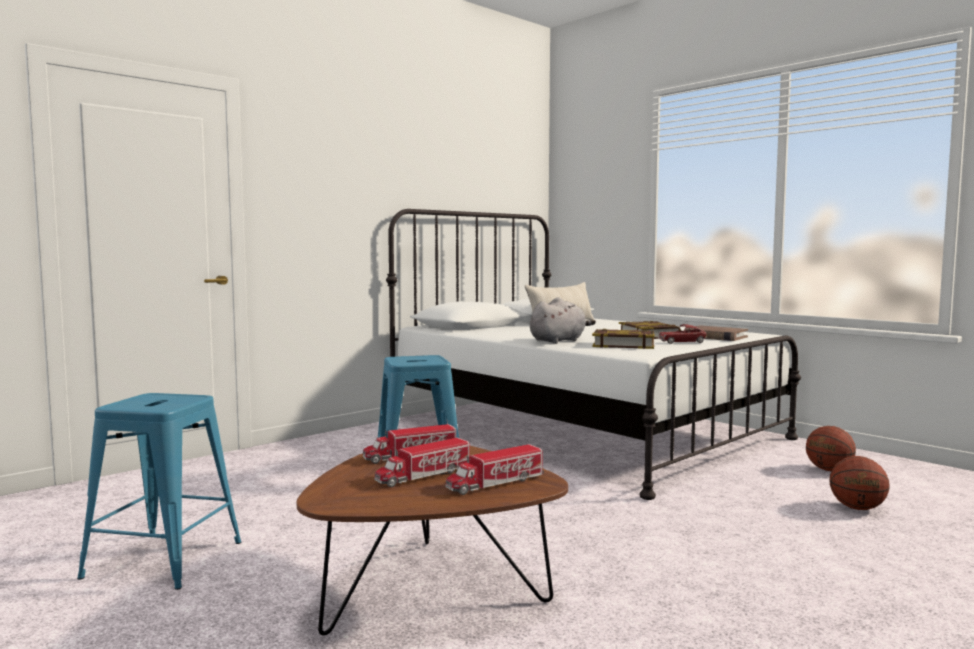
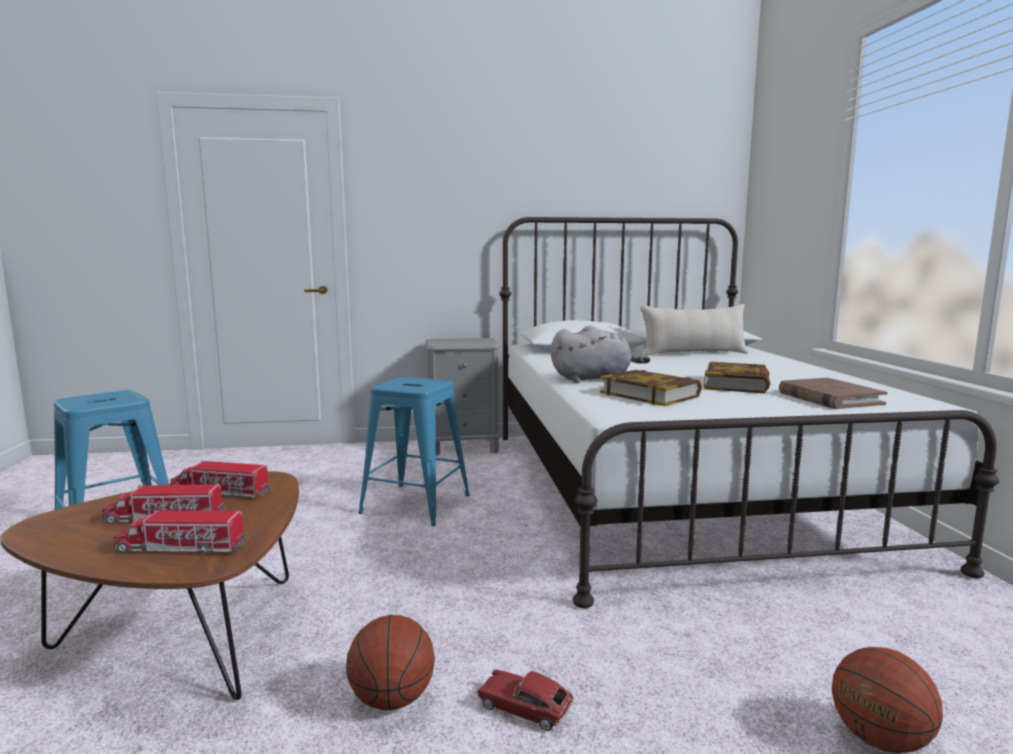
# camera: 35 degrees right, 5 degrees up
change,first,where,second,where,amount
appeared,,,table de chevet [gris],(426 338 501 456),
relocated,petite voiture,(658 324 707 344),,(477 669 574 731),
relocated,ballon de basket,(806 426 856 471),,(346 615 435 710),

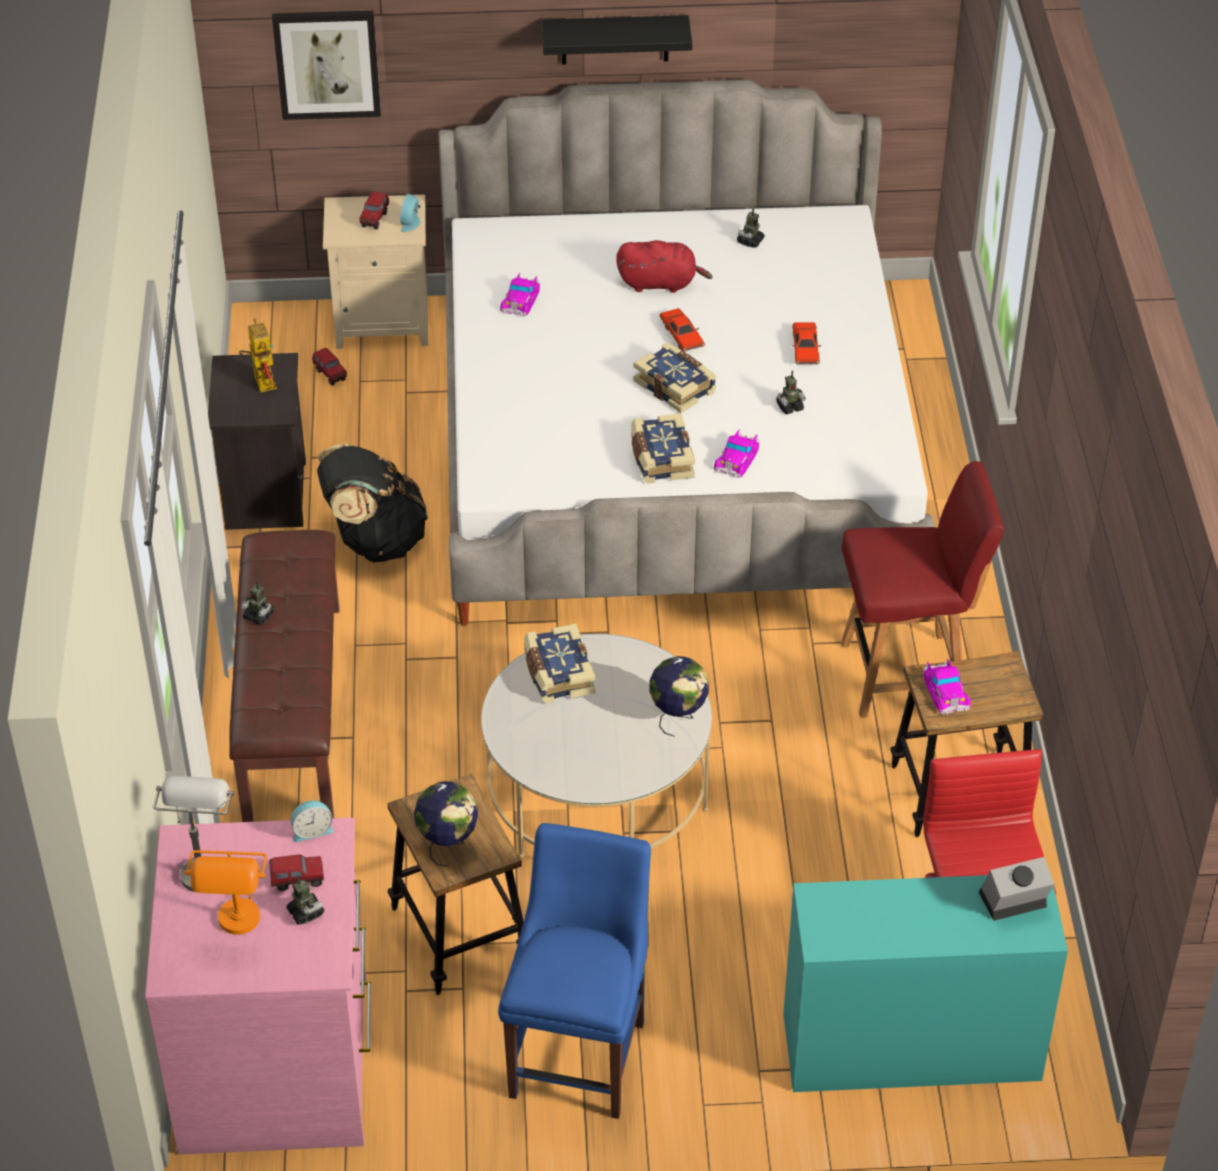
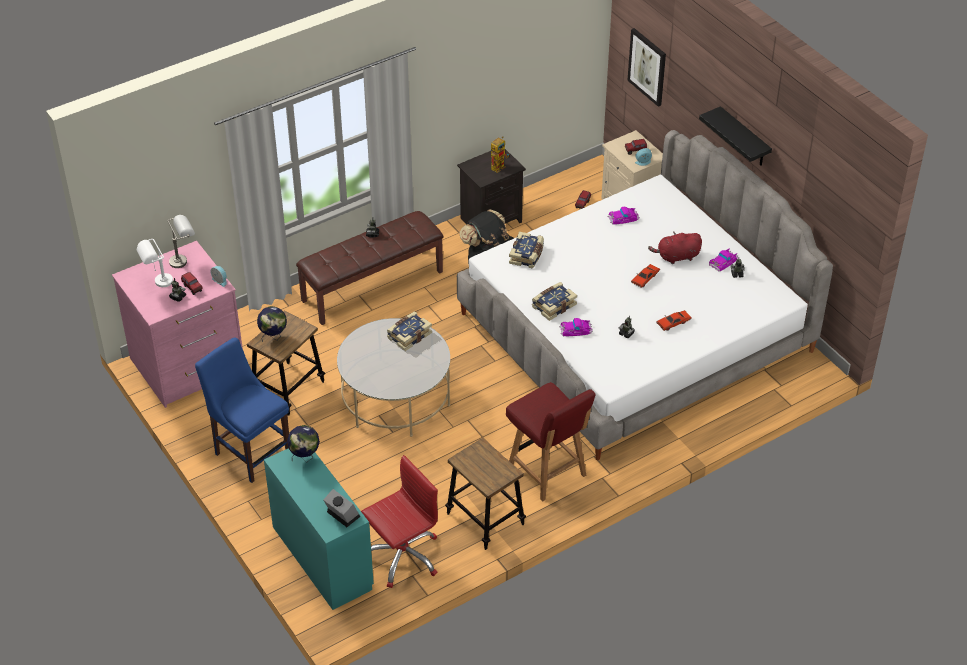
# camera: 60 degrees right, 0 degrees up
change,first,where,second,where,amount
relocated,livre,(633 342 717 413),,(509 232 544 269),
relocated,globe,(649 656 709 736),,(287 425 320 463),
relocated,petite voiture,(923 658 971 715),,(709 248 738 272),
colour,lampe de table [orange],(185 850 267 935),lampe de table [blanc],(137 239 173 287),
spun,chaise [bleu],(498 823 651 1119),,(195 337 289 483),120 degrees counterclockwise
spun,peluche [rouge],(616 240 713 293),,(648 232 702 264),105 degrees clockwise

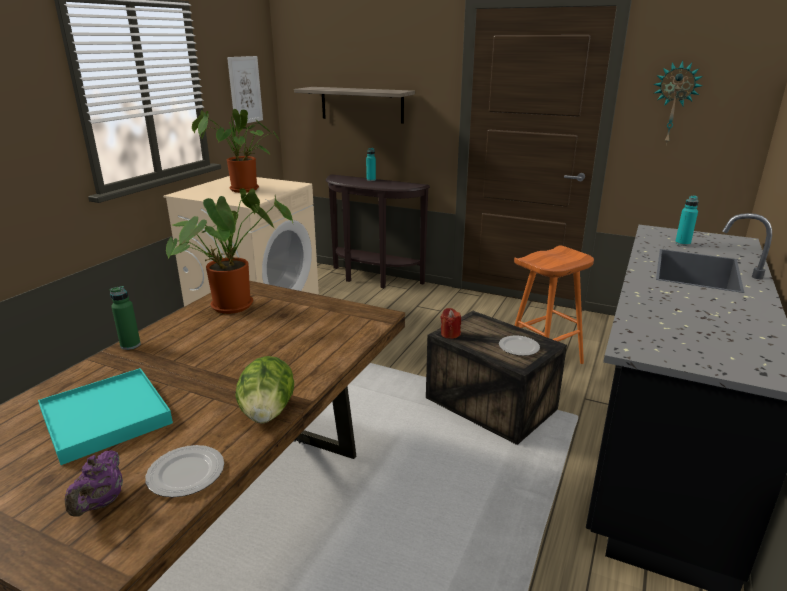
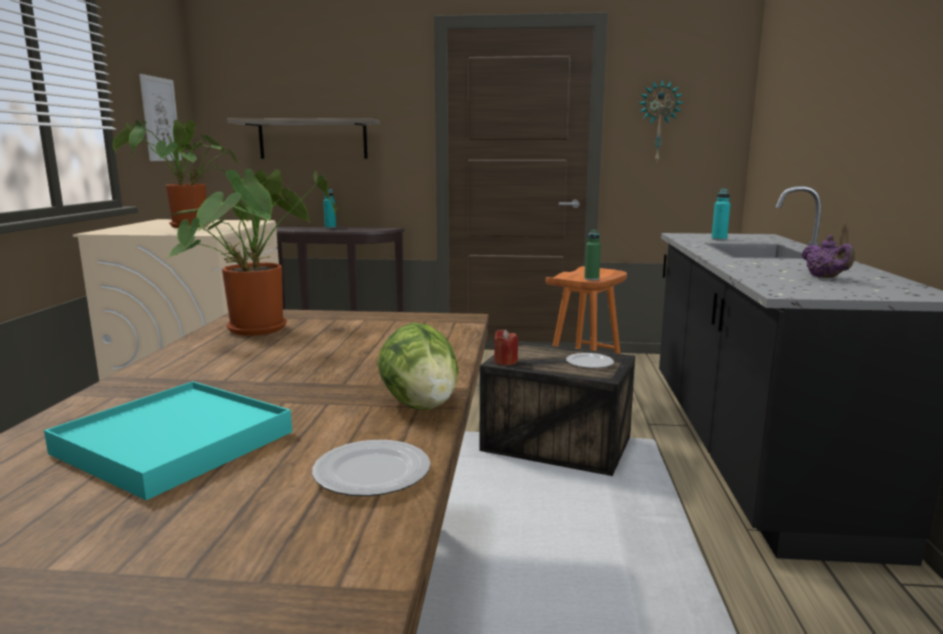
# camera: 20 degrees left, 10 degrees down
change,first,where,second,where,amount
relocated,théière [violet],(65 451 123 517),,(802 235 855 278),
relocated,bouteille [vert],(110 286 141 350),,(584 230 601 280),

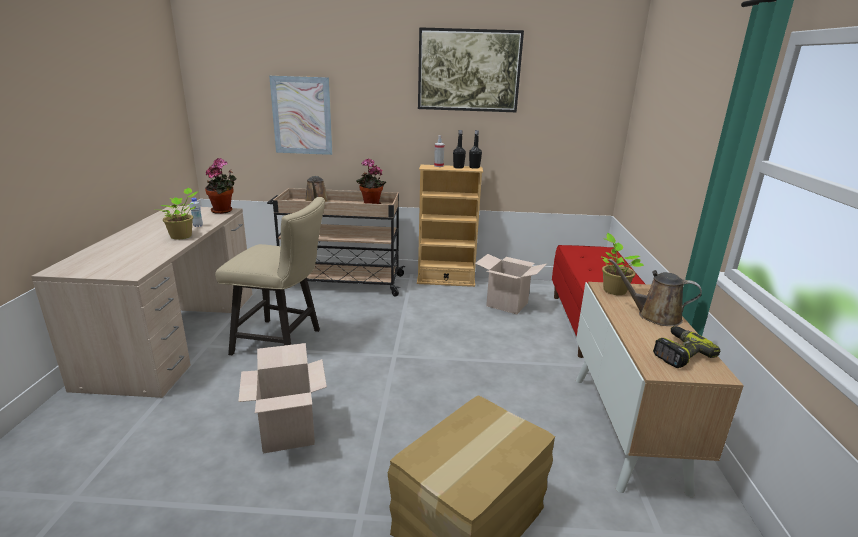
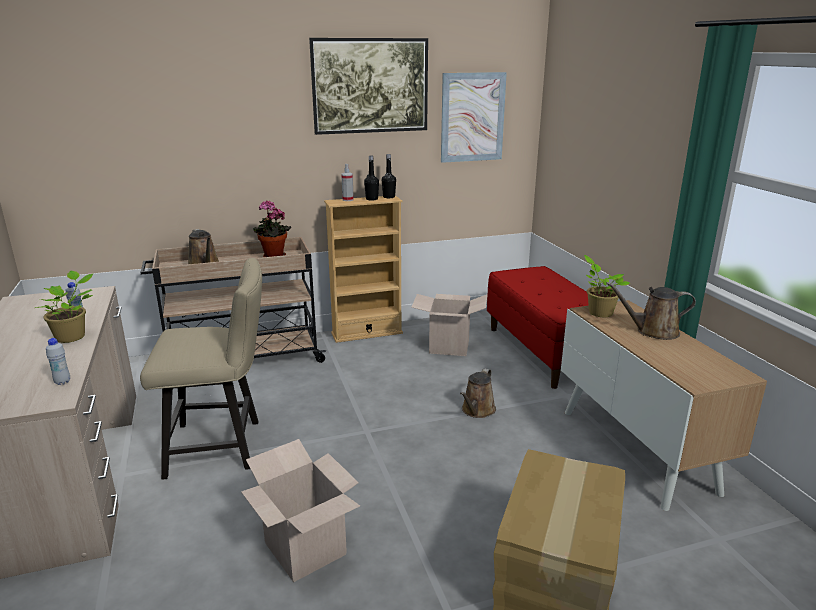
# camera: 20 degrees left, 0 degrees up
change,first,where,second,where,amount
missing,plante en pot,(205 158 236 214),,,
missing,perceuse,(653 326 720 368),,,
appeared,,,bouteille [blanc],(46 338 70 385),
appeared,,,arrosoir [marron],(460 368 496 418),
relocated,tableau,(269 76 332 155),,(441 72 507 163),

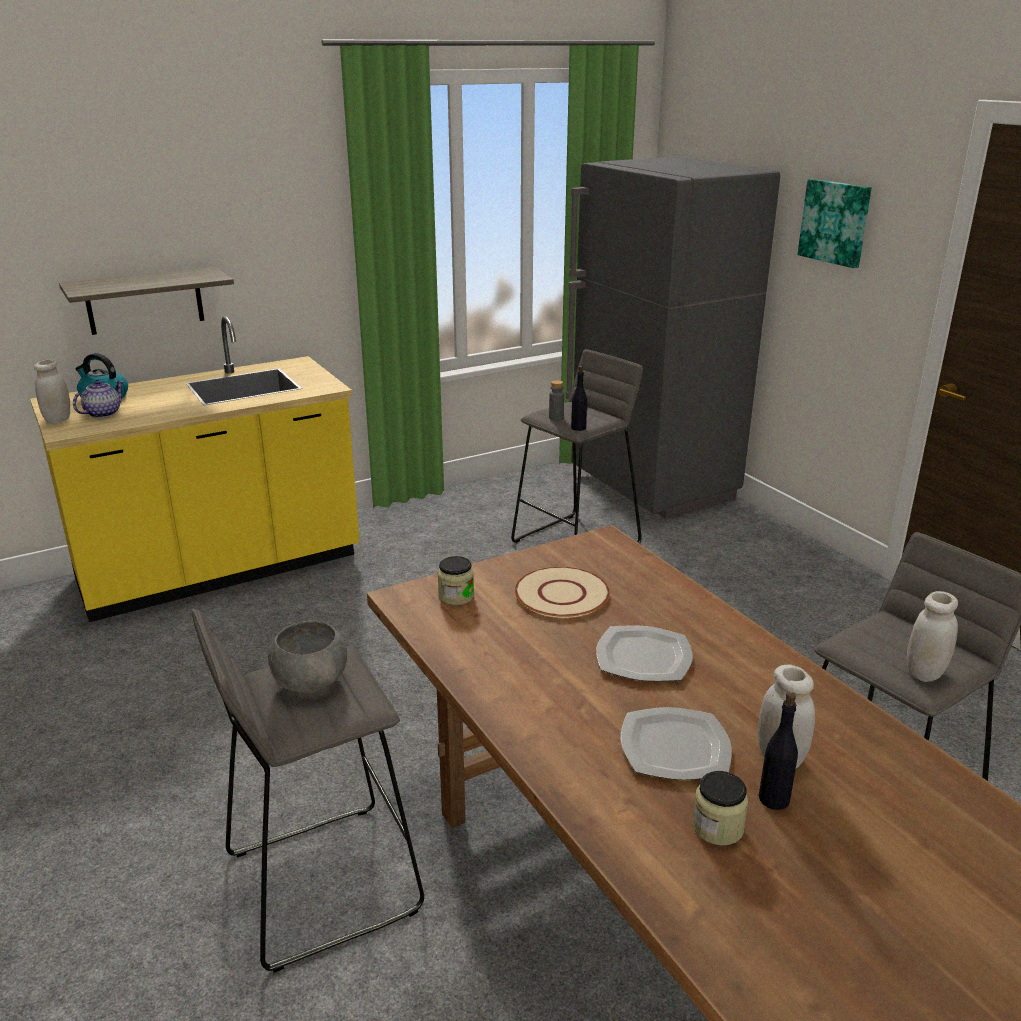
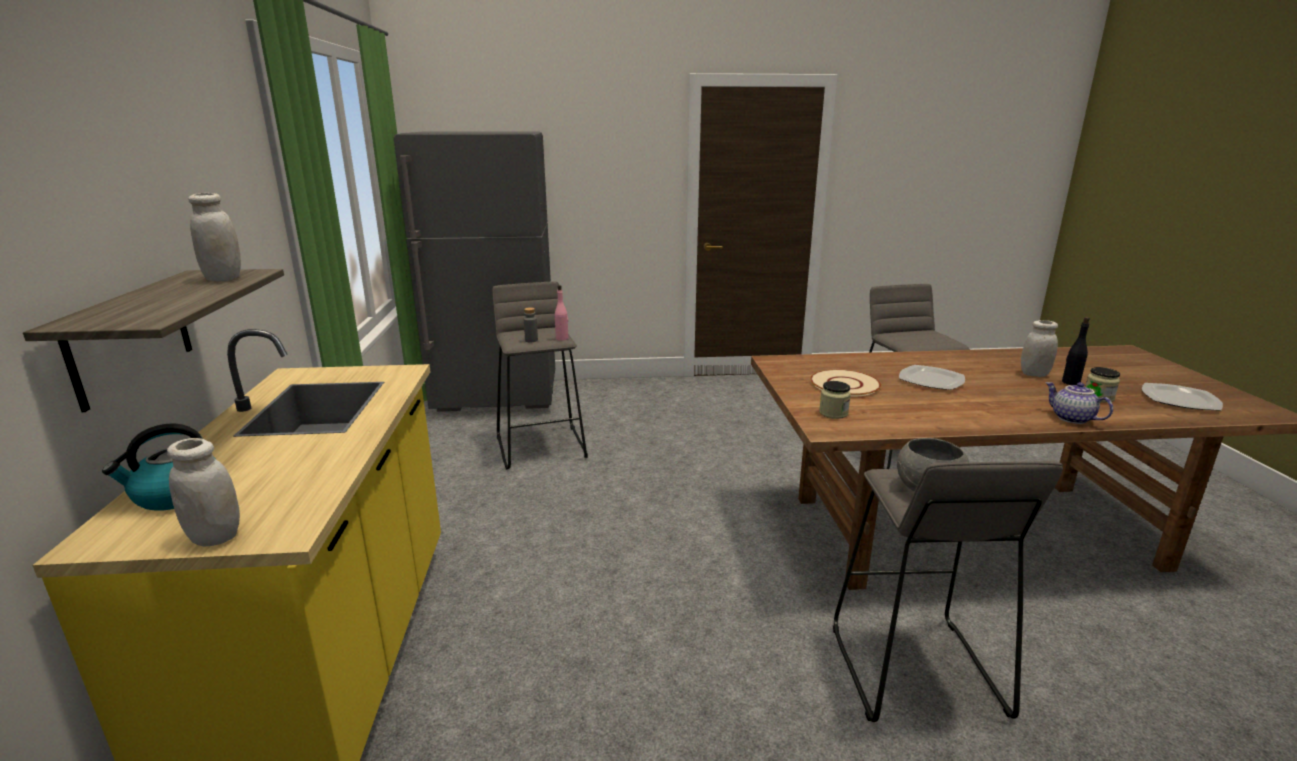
# camera: 65 degrees left, 5 degrees down
change,first,where,second,where,amount
missing,tableau,(798 179 872 268),,,
relocated,théière,(73 380 124 418),,(1046 382 1113 424),
relocated,assiette,(621 707 732 780),,(1142 383 1223 411),
relocated,bocal [blanc],(907 591 958 682),,(188 193 241 281),
colour,bouteille [noir],(571 366 588 431),bouteille [rose],(555 285 568 341),

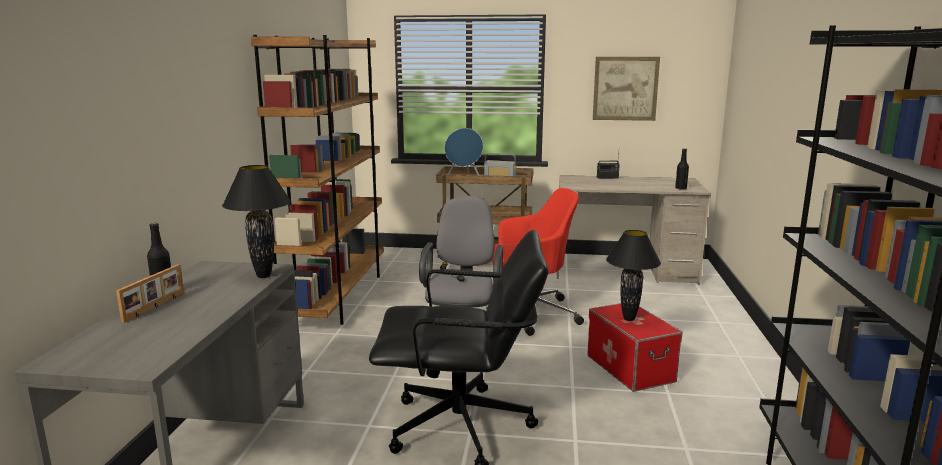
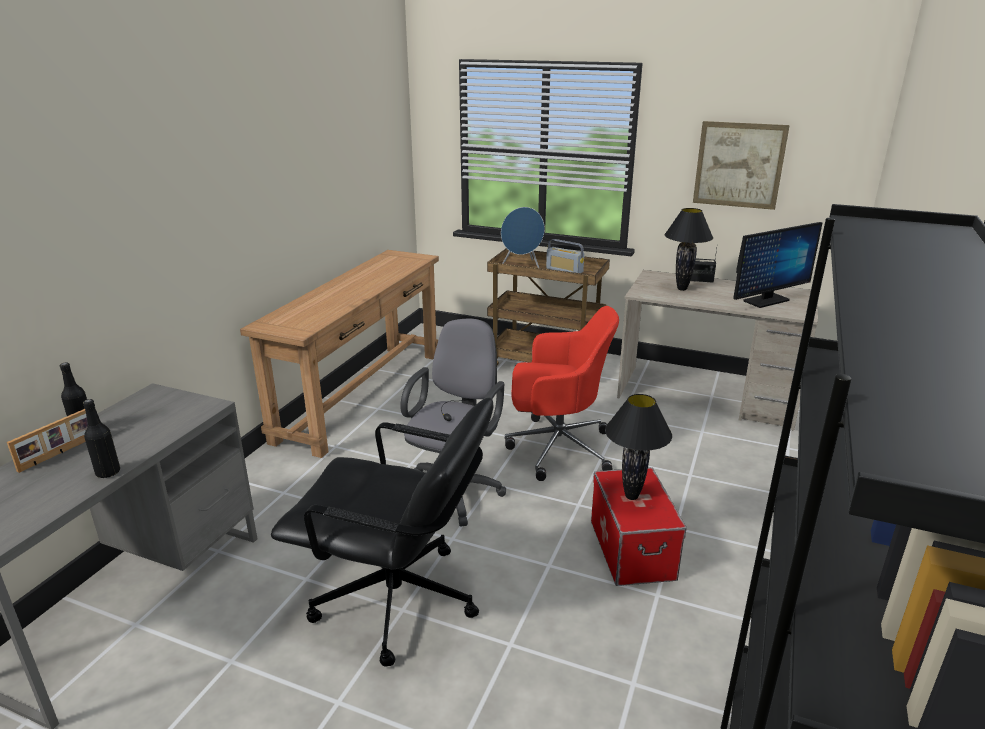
# camera: 15 degrees right, 10 degrees up
change,first,where,second,where,amount
appeared,,,écran d'ordinateur,(733 222 823 308),
relocated,lampe de table [noir],(222 165 291 278),,(665 208 713 291),
relocated,bouteille [noir],(675 148 689 189),,(83 399 120 478),
exchanged,bibliothèque [marron],(251 35 384 325),table console [marron],(240 250 439 458),

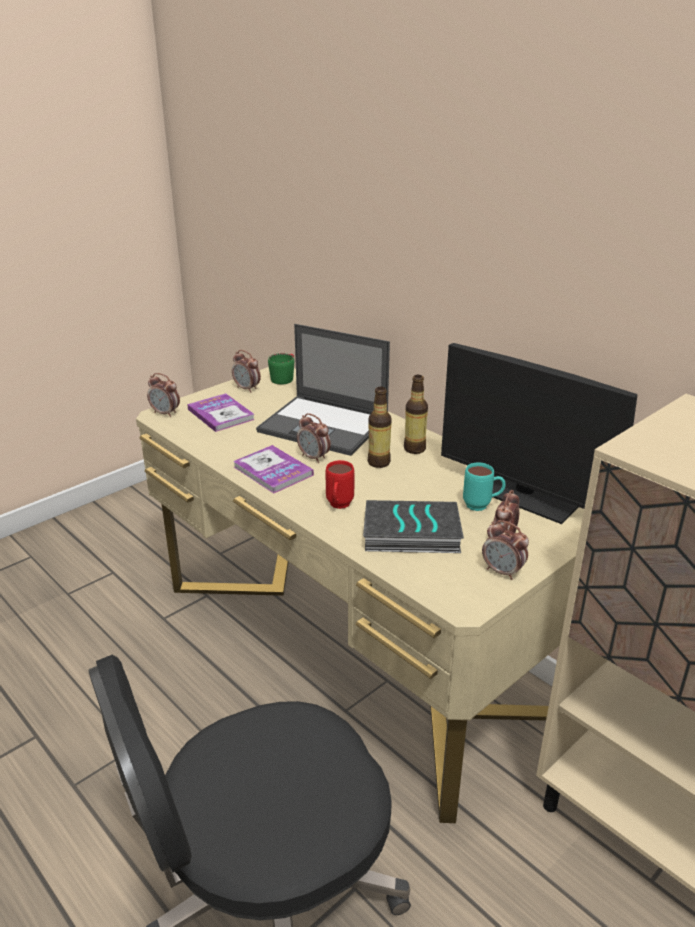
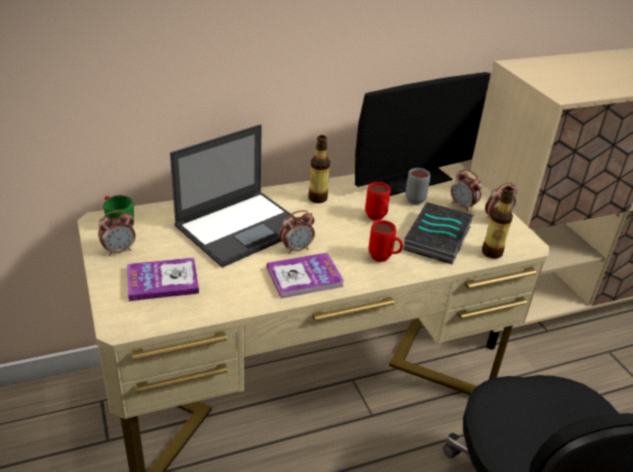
# camera: 70 degrees left, 5 degrees up
change,first,where,second,where,amount
missing,réveil,(147 373 180 417),,,
appeared,,,mug [rouge],(365 182 390 221),
relocated,bouteille,(368 387 392 468),,(482 187 514 259),
colour,mug [turquoise],(463 462 506 511),mug [gris],(405 168 430 205),

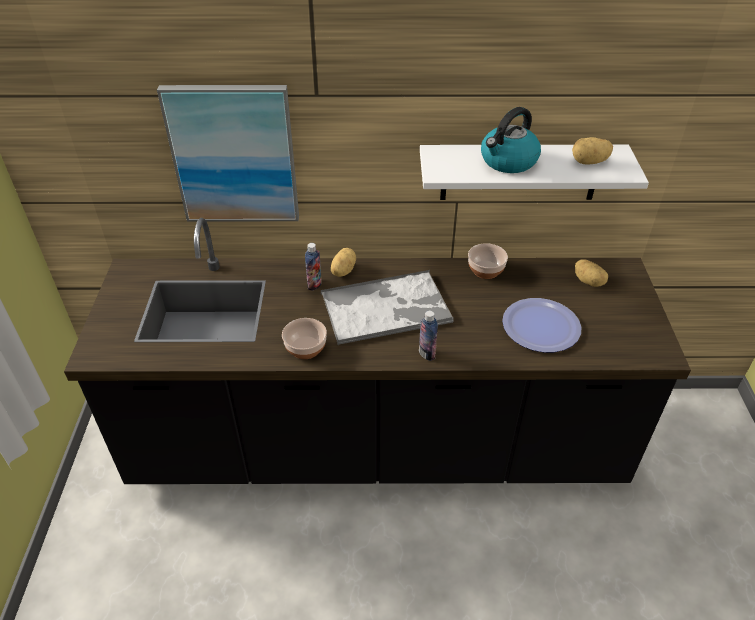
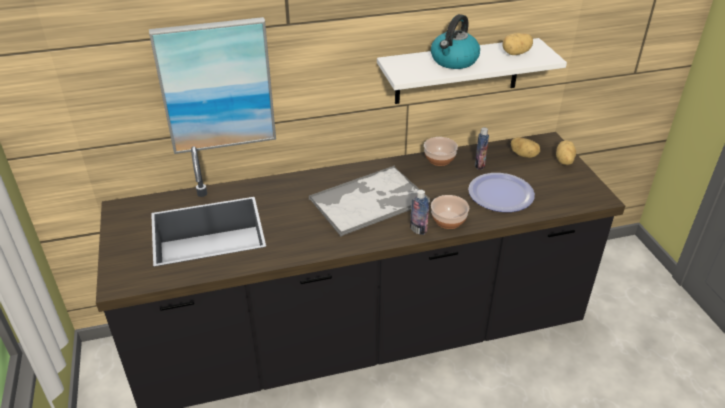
# camera: 15 degrees left, 5 degrees down
change,first,where,second,where,amount
relocated,bol,(282 318 327 359),,(431 195 469 229),
relocated,bouteille,(305 243 322 291),,(475 127 489 170),
relocated,pomme de terre,(331 248 356 277),,(556 141 576 165),

